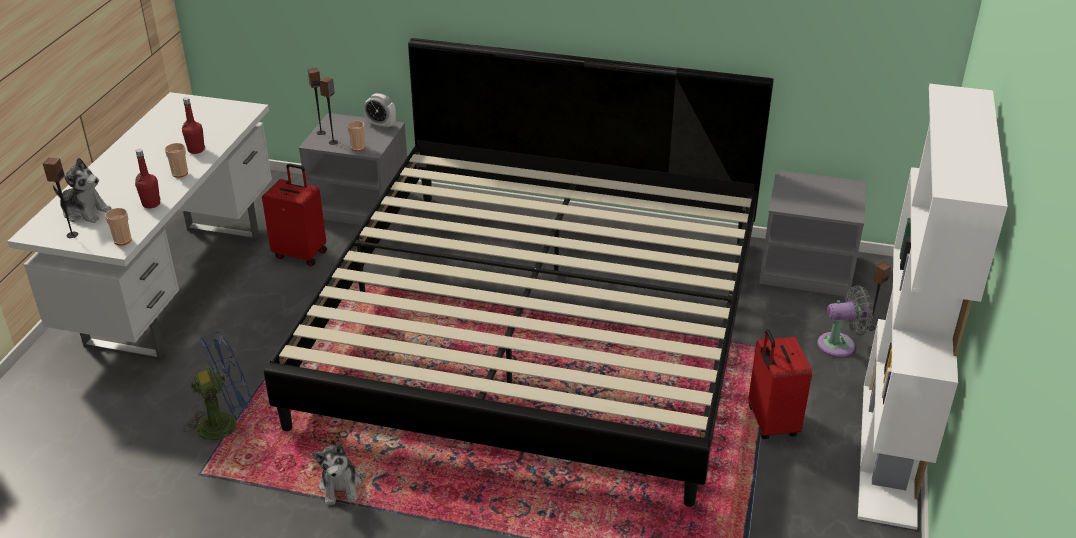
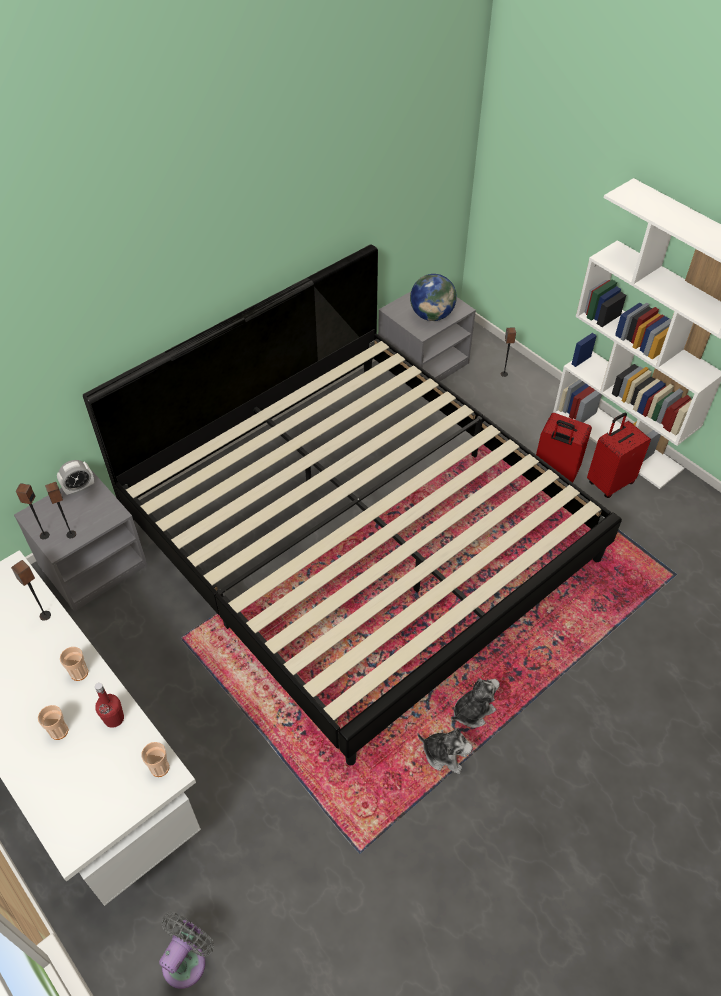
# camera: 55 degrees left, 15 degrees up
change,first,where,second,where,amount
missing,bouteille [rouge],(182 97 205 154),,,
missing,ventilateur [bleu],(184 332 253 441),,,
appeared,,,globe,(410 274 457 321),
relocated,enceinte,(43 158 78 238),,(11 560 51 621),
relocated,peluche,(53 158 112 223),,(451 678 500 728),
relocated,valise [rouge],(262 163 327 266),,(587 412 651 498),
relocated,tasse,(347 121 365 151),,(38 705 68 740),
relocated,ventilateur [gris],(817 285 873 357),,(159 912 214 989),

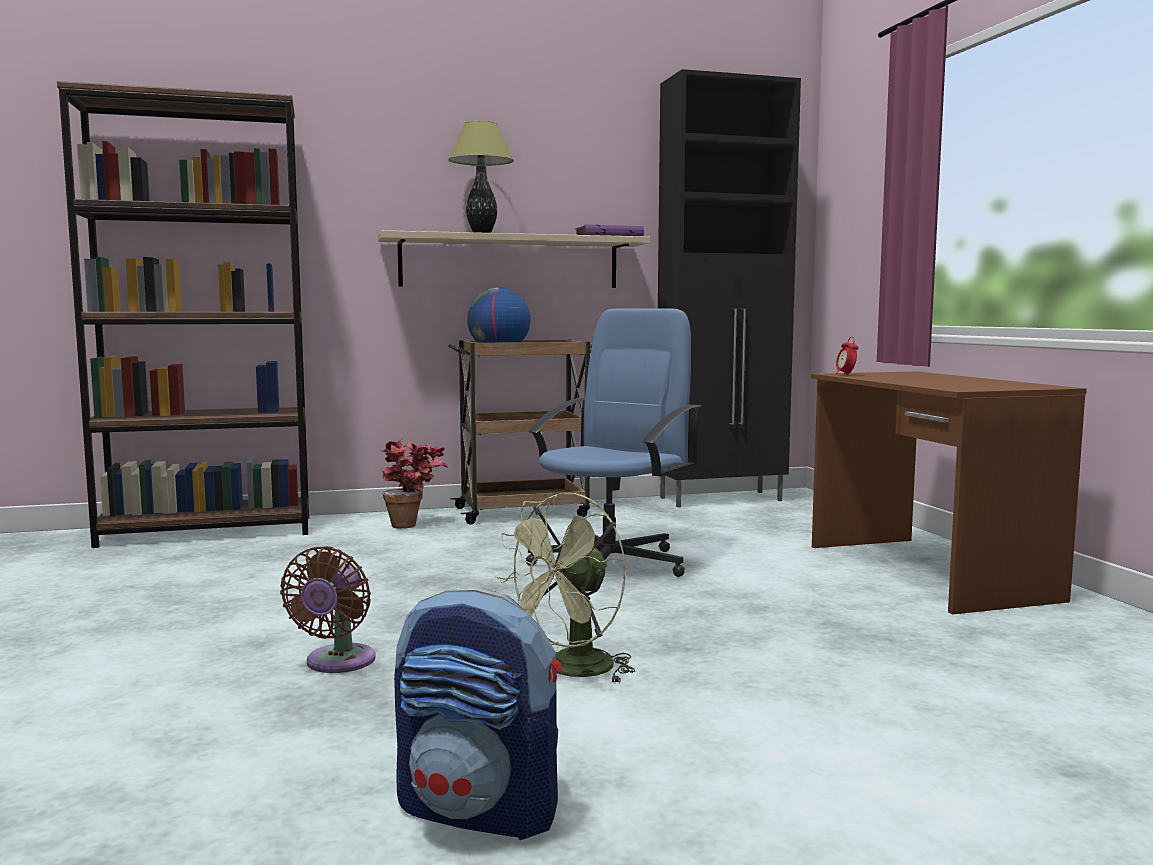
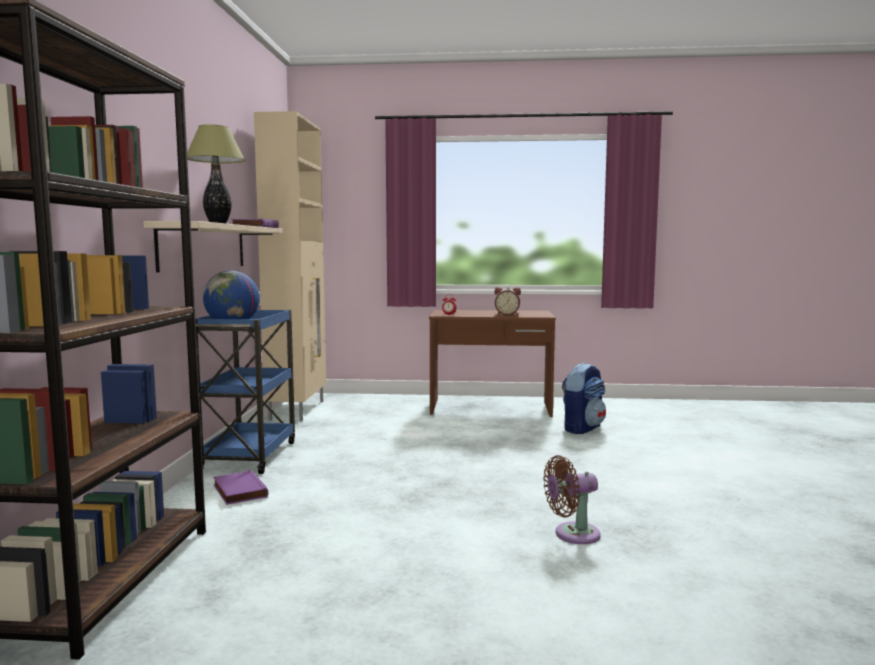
# camera: 70 degrees left, 0 degrees up
change,first,where,second,where,amount
missing,ventilateur [vert],(495 492 635 684),,,
missing,chaise de bureau [bleu],(526 308 701 577),,,
appeared,,,réveil,(495 287 521 315),
relocated,sac à dos,(394 588 562 840),,(562 363 606 434),
exchanged,plante en pot,(380 439 448 529),livre [violet],(213 470 268 505),
colour,chariot [marron],(448 339 592 524),chariot [bleu],(195 310 295 474),
colour,meuble de rangement [noir],(658 69 801 507),meuble de rangement [beige],(254 111 326 421),
spun,ventilateur [marron],(280 546 376 673),,(543 455 601 544),135 degrees clockwise

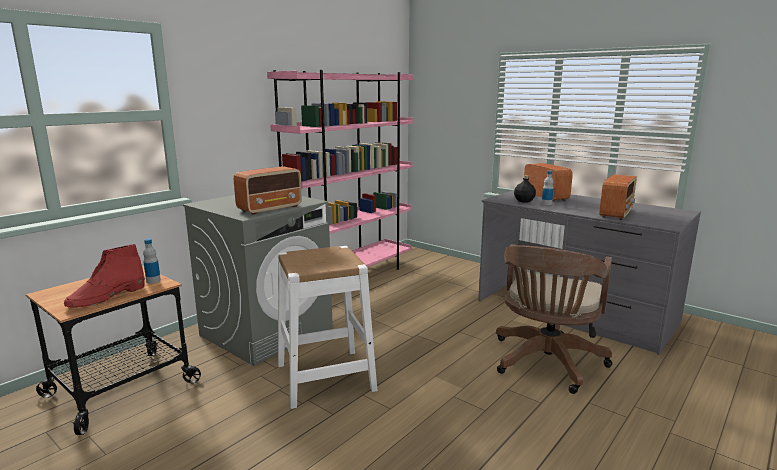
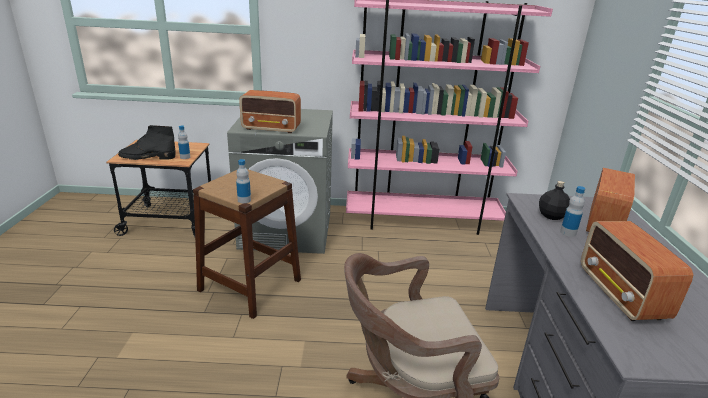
# camera: 50 degrees right, 10 degrees up
change,first,where,second,where,amount
appeared,,,bouteille,(236 159 251 203),
colour,botte [rouge],(64 244 145 308),botte [noir],(118 125 176 160),
colour,tabouret [blanc],(278 246 378 409),tabouret [marron],(193 169 301 319),
spun,radio,(599 174 637 220),,(581 221 693 321),90 degrees clockwise

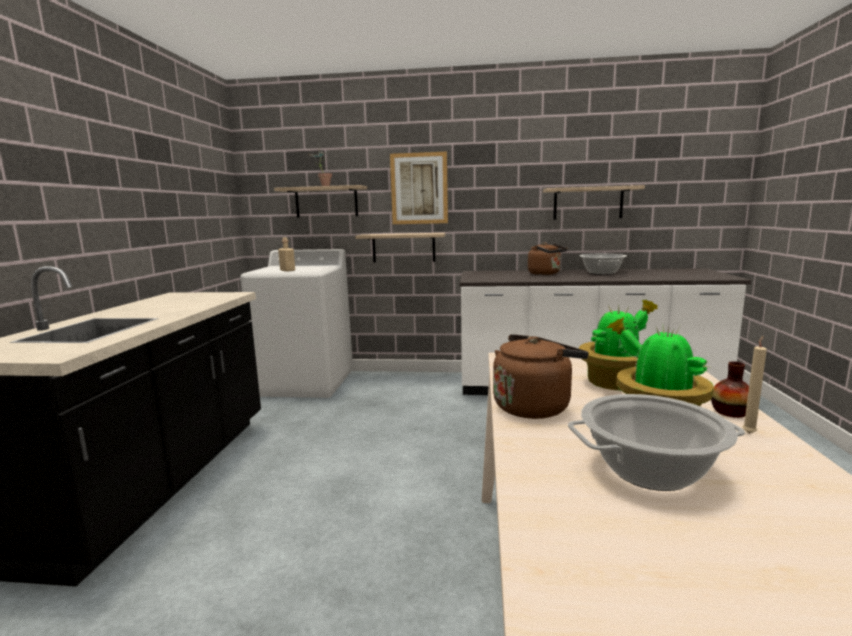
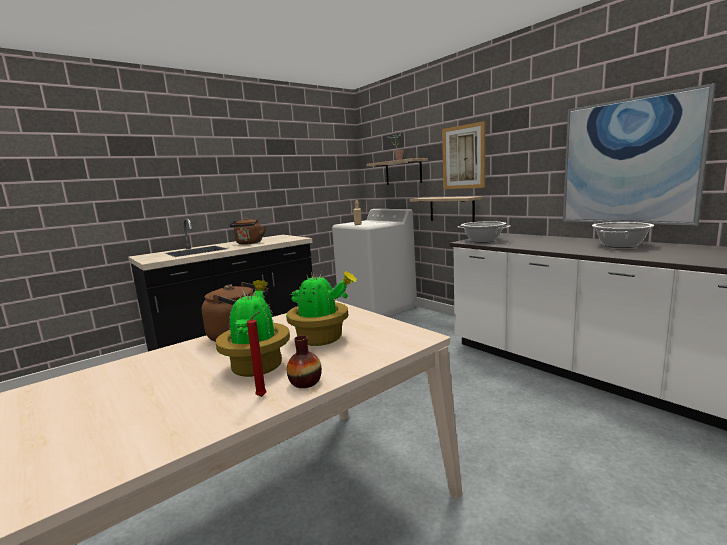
# camera: 45 degrees right, 0 degrees up
change,first,where,second,where,amount
relocated,bouilloire [marron],(528 242 568 275),,(229 218 266 245),
relocated,marmite,(568 394 745 491),,(457 221 511 243),
exchanged,étagère,(543 185 645 220),tableau,(563 83 715 226),
colour,bougie [beige],(742 336 767 434),bougie [rouge],(247 312 267 397),

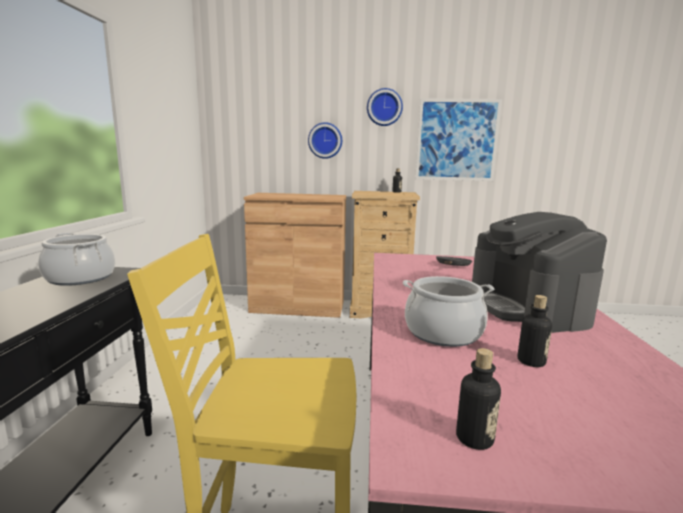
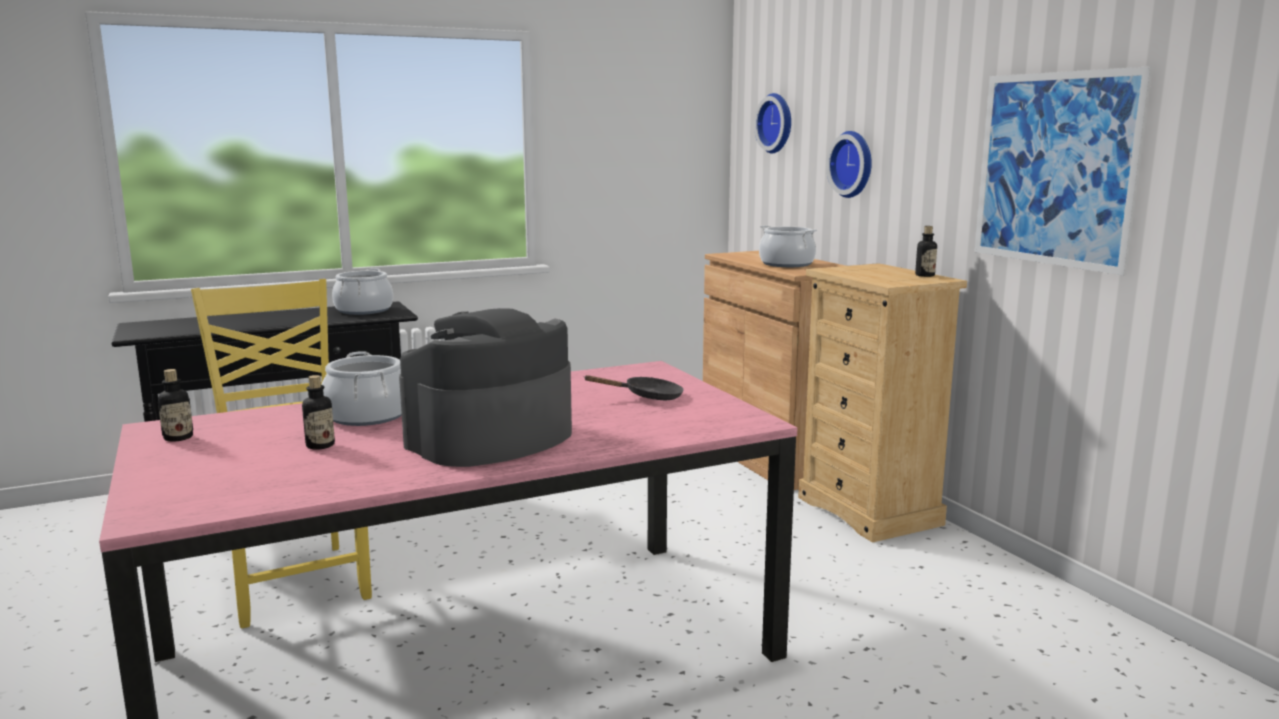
# camera: 60 degrees right, 0 degrees up
change,first,where,second,where,amount
appeared,,,marmite,(759 225 817 267),
relocated,horloge murale,(367 88 403 126),,(754 93 791 153),

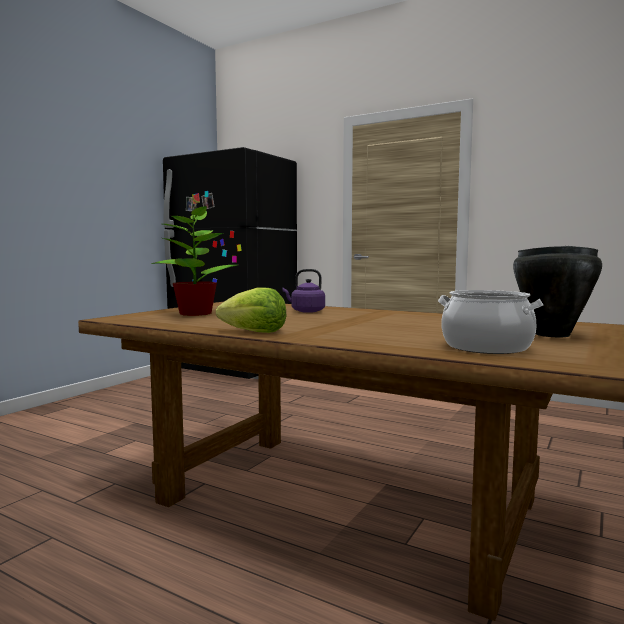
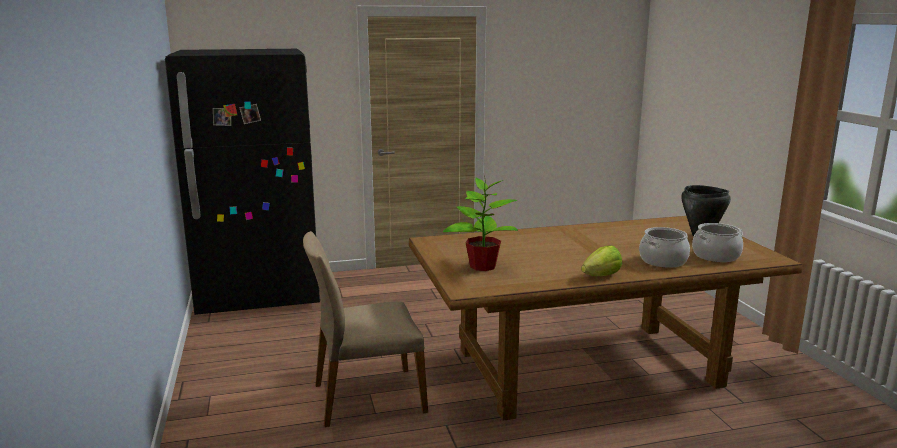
# camera: 45 degrees left, 10 degrees up
change,first,where,second,where,amount
missing,bouilloire [violet],(282 269 325 313),,,
appeared,,,chaise [beige],(303 231 428 427),
appeared,,,marmite,(639 227 690 268),

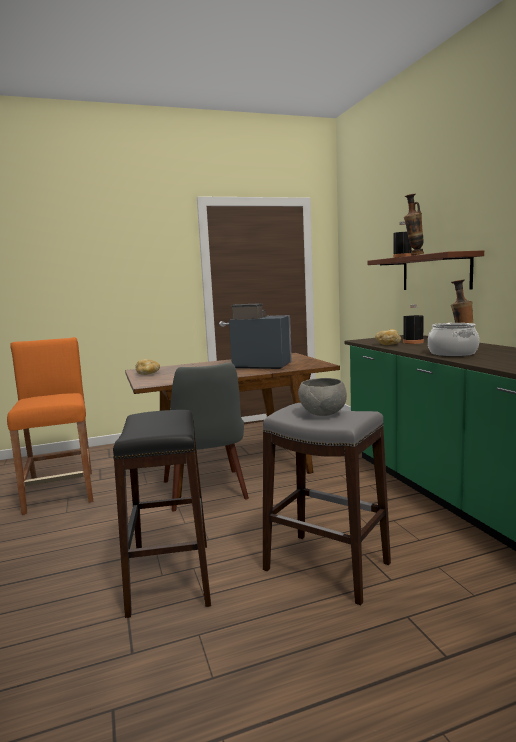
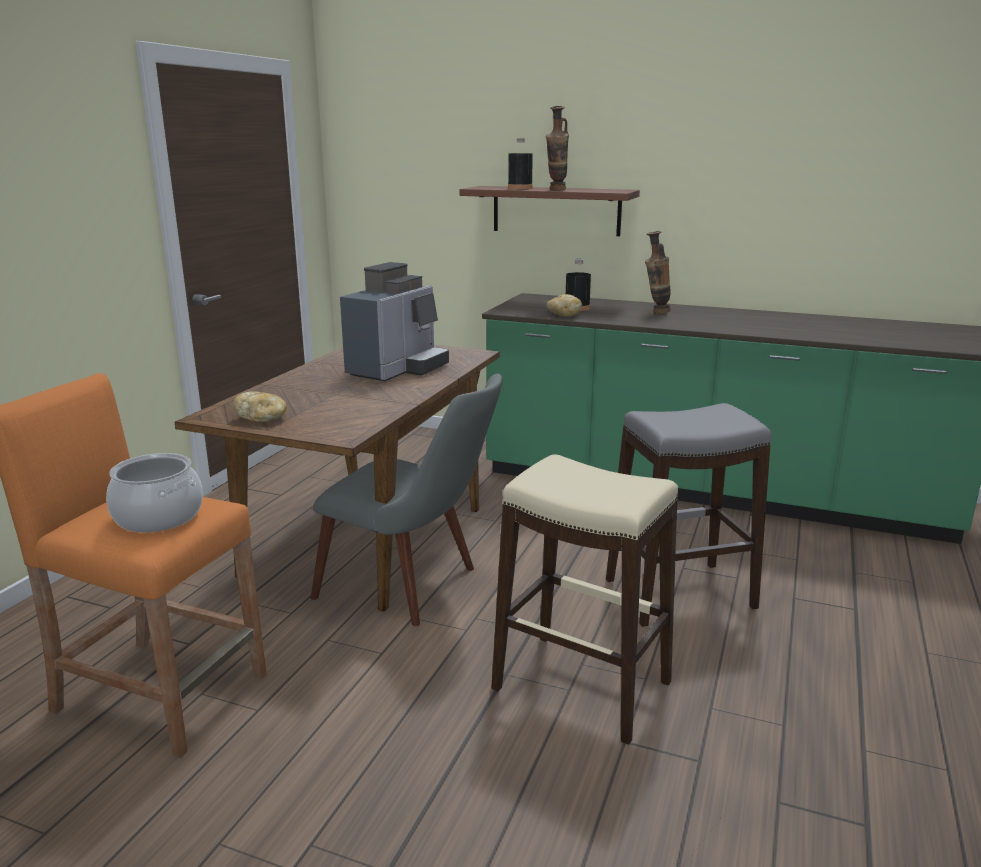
# camera: 50 degrees left, 10 degrees up
change,first,where,second,where,amount
missing,bol [gris],(298 378 347 416),,,
relocated,marmite,(428 323 479 357),,(106 453 203 533),
colour,tabouret [noir],(113 410 211 618),tabouret [beige],(491 454 678 745),
spun,machine à café,(229 303 292 369),,(340 262 449 381),150 degrees clockwise

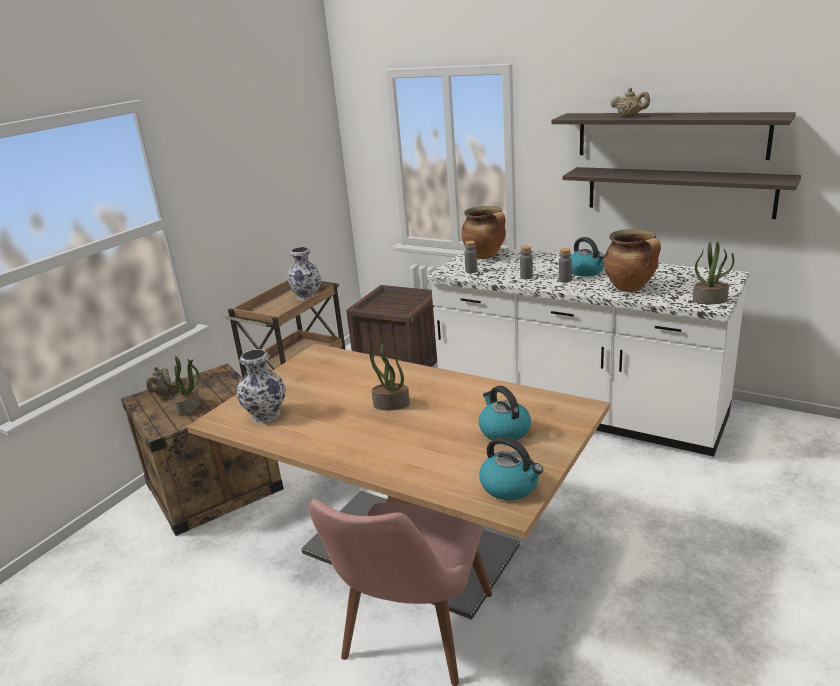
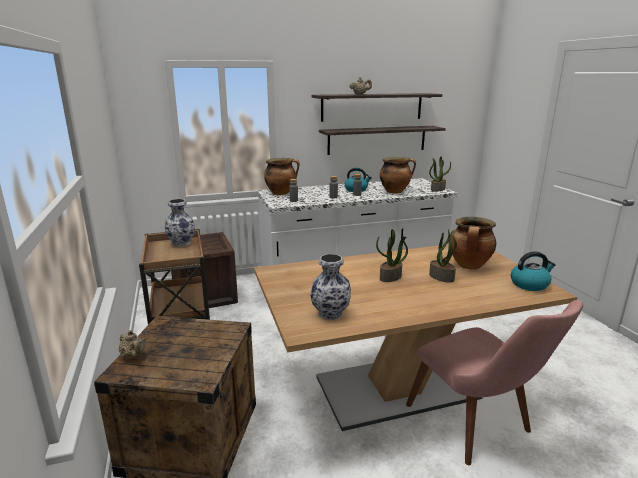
# camera: 50 degrees left, 5 degrees down
change,first,where,second,where,amount
relocated,plante en pot,(161 356 200 416),,(429 230 457 282),
exchanged,bouilloire,(478 386 531 441),marmite,(450 217 496 270),

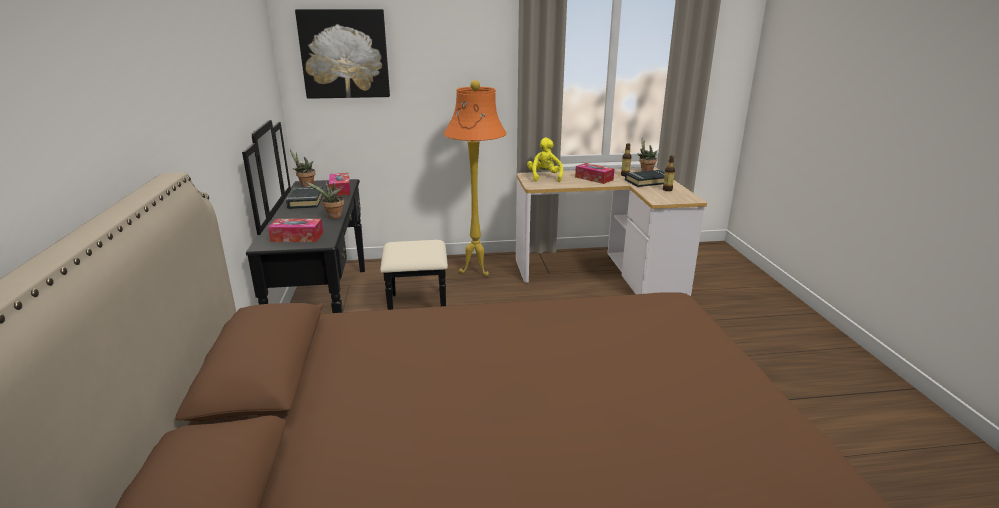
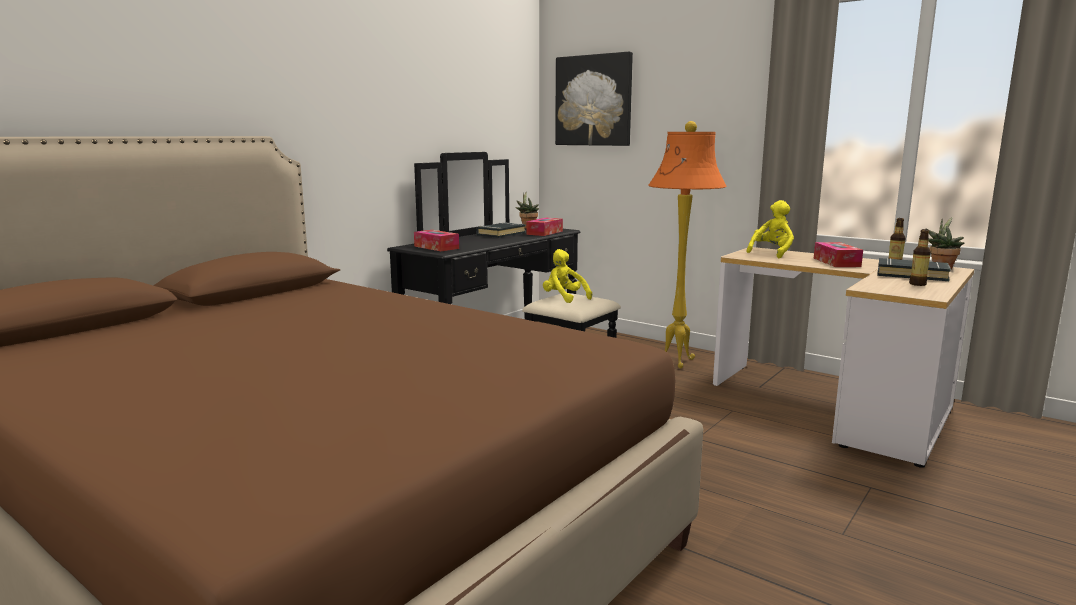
# camera: 45 degrees right, 10 degrees down
change,first,where,second,where,amount
missing,plante en pot,(305 180 344 219),,,
appeared,,,peluche [jaune],(543 249 592 303),

